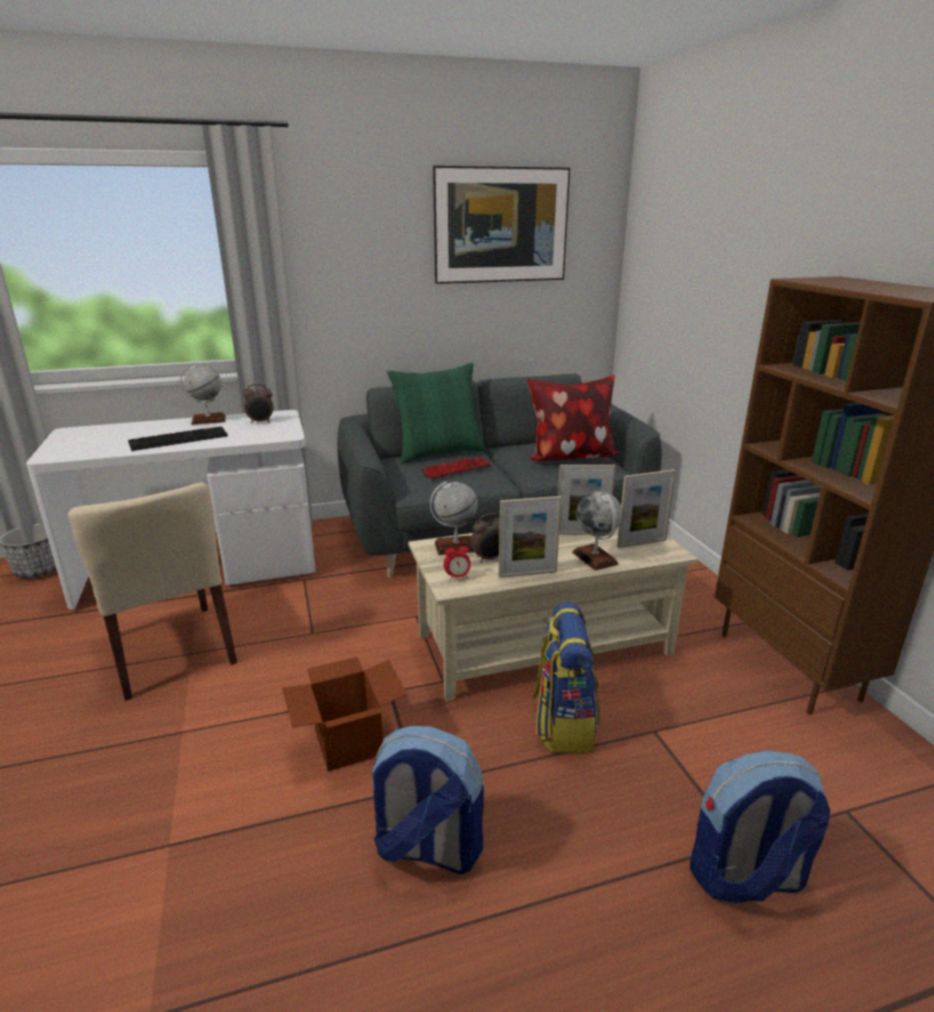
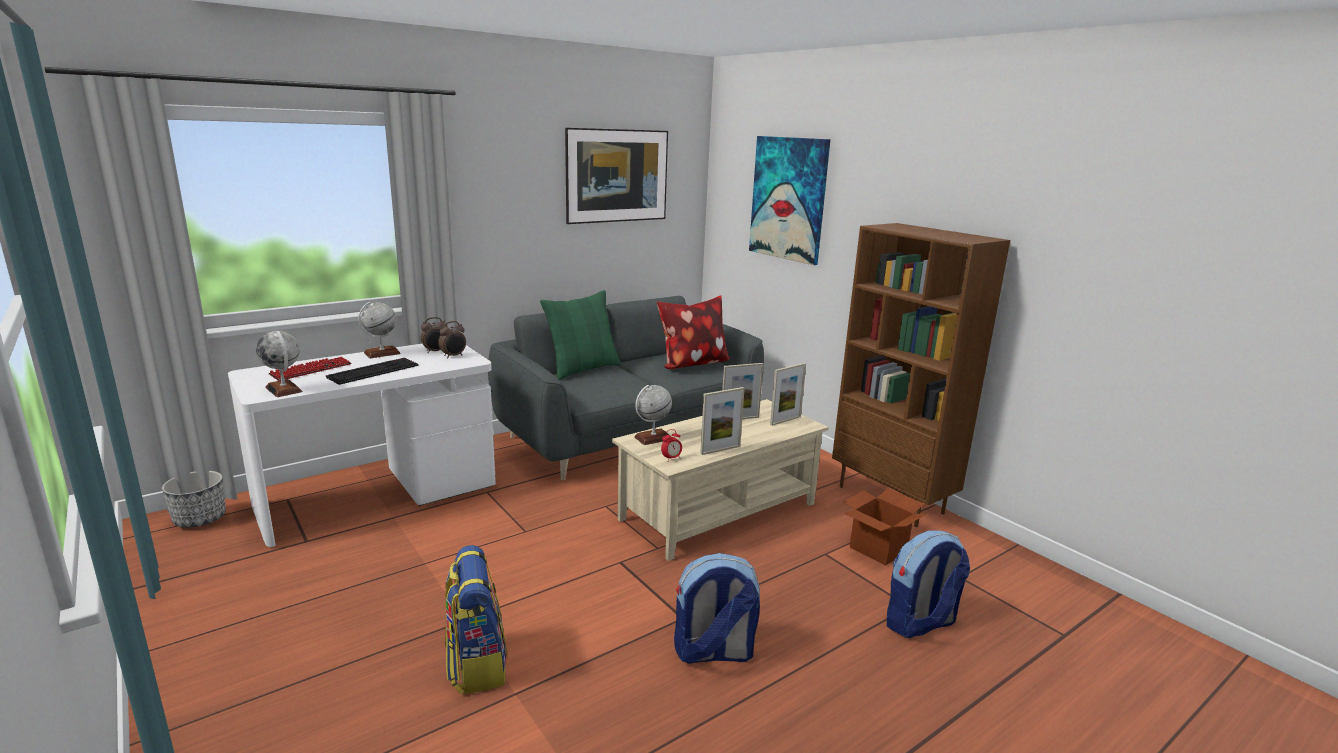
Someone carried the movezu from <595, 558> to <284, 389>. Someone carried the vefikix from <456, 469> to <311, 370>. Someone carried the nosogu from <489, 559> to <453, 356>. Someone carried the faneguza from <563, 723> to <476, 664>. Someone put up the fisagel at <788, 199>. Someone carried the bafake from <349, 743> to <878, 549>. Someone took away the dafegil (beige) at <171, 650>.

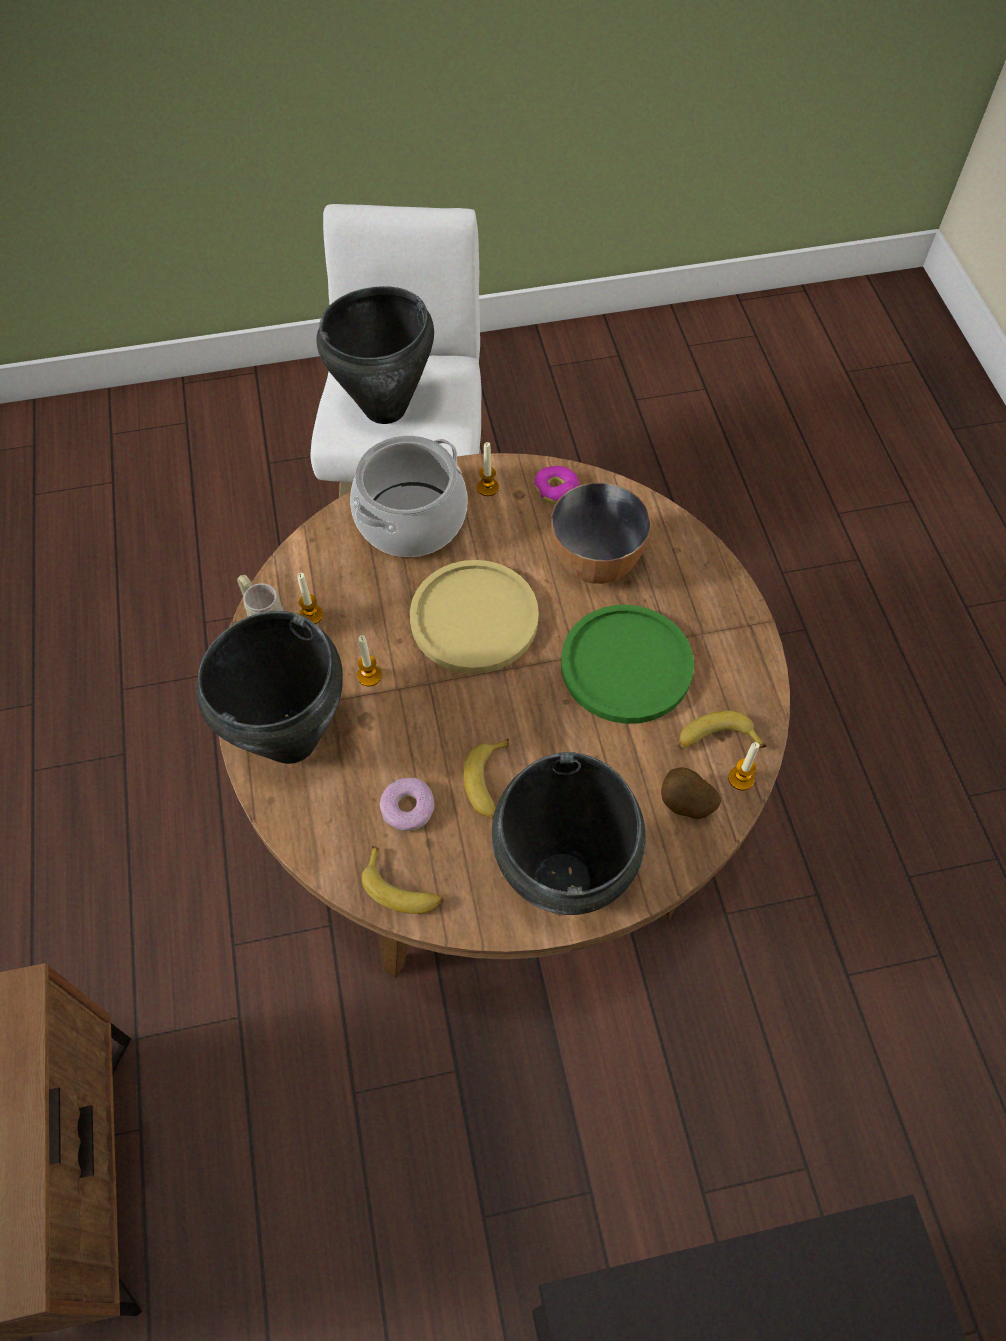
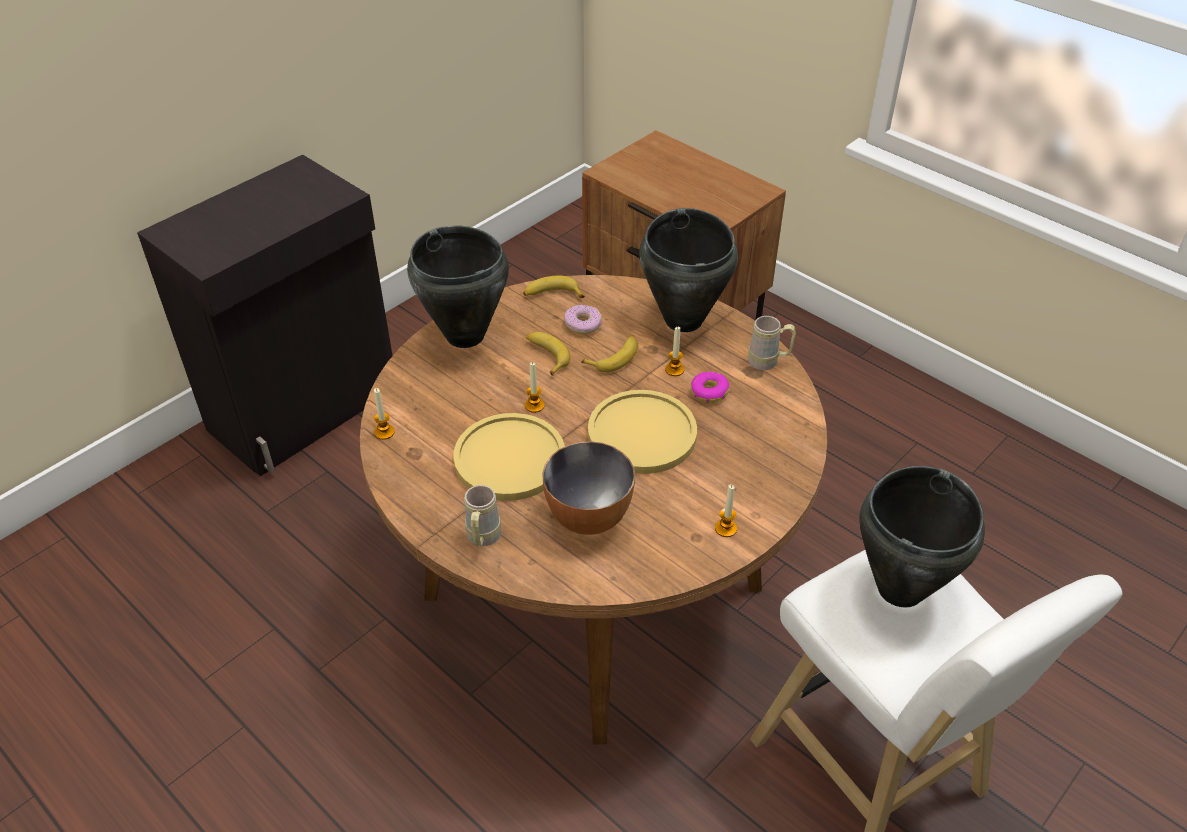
Someone repainted the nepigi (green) at <626, 665>, which became the nepigi (yellow) at <509, 458>. Someone put down the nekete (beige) at <482, 540>. Someone carried the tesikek from <311, 615> to <534, 405>. Someone carried the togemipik from <716, 740> to <614, 357>. Someone carried the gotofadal from <556, 489> to <709, 392>. Someone took away the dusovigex at <411, 520>. Someone took away the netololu at <685, 805>.

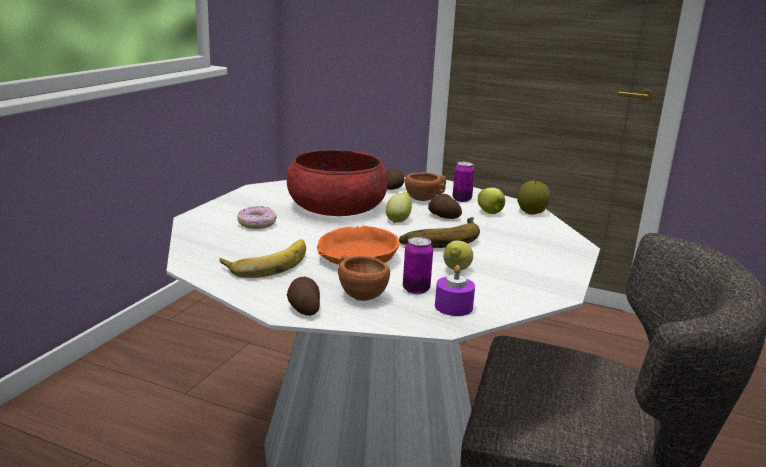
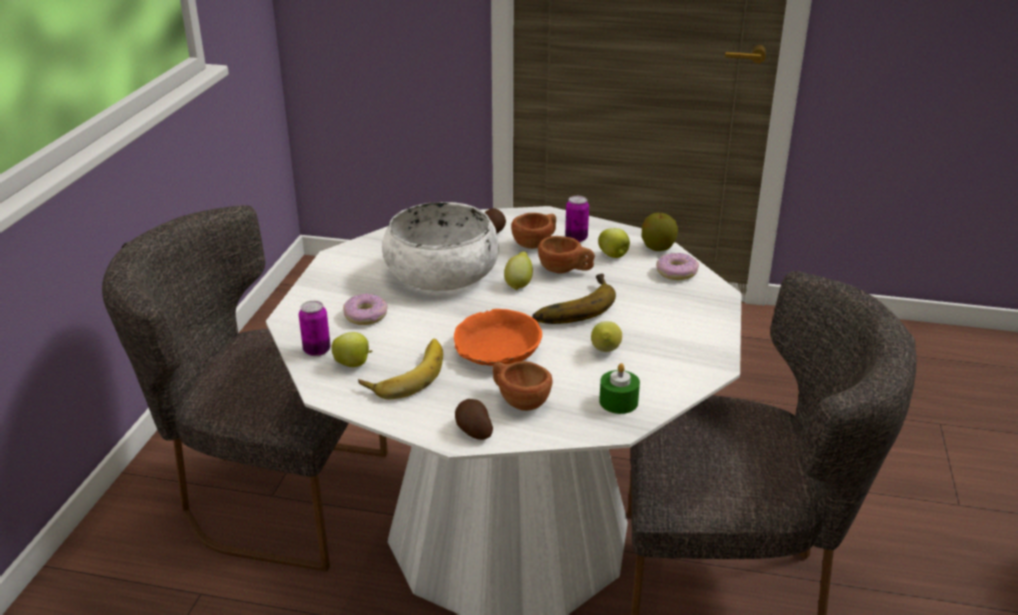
Someone put down the dafegil (grey) at <271, 495>. Someone carried the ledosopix from <416, 289> to <317, 350>. Someone put down the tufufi at <354, 364>. Someone repainted the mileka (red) at <336, 206>, which became the mileka (white) at <441, 273>. Someone swapped the netololu at <443, 217> for the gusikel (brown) at <565, 270>. Someone repainted the tesikek (purple) at <453, 307>, which became the tesikek (green) at <618, 402>. Someone put down the gotofadal at <676, 272>.

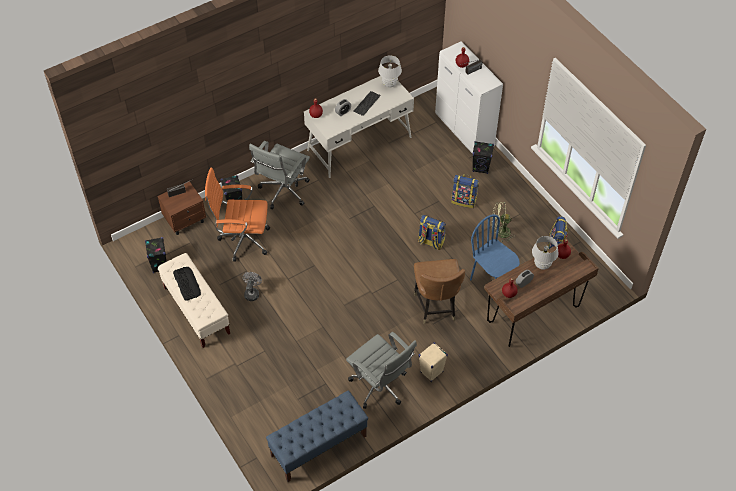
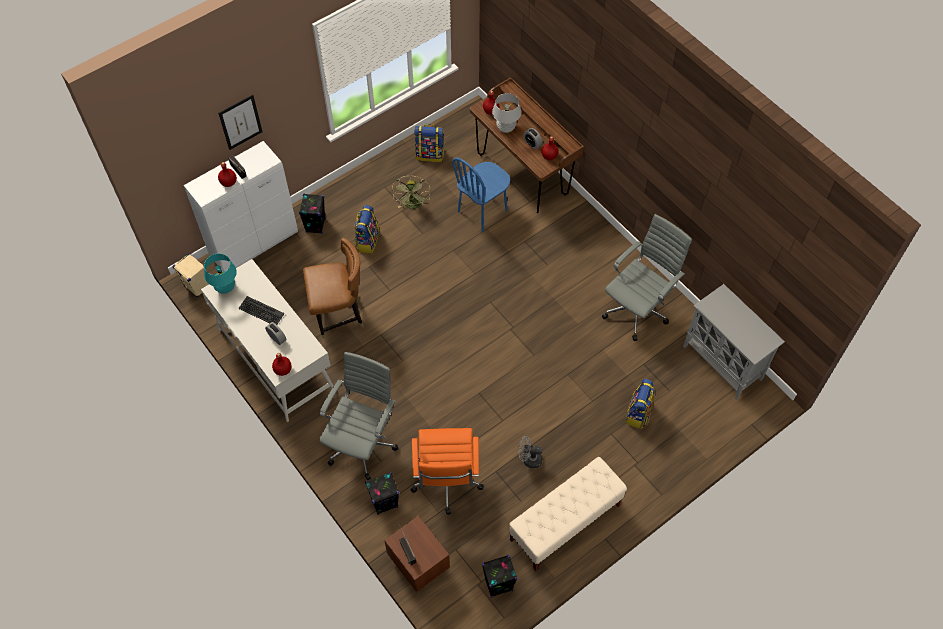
Someone carried the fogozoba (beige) from <431, 372> to <197, 287>. Someone repainted the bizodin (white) at <389, 84>, which became the bizodin (turquoise) at <225, 287>. Someone put up the fisagel at <240, 122>. Someone carried the dafegil (brown) from <436, 306> to <339, 315>. Someone rotated the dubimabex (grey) at <283, 192> by 90 degrees counterclockwise. Someone carried the faneguza from <430, 242> to <638, 414>. Someone swapped the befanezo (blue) at <318, 446> for the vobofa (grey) at <723, 363>. Someone took away the vefikix at <187, 283>.

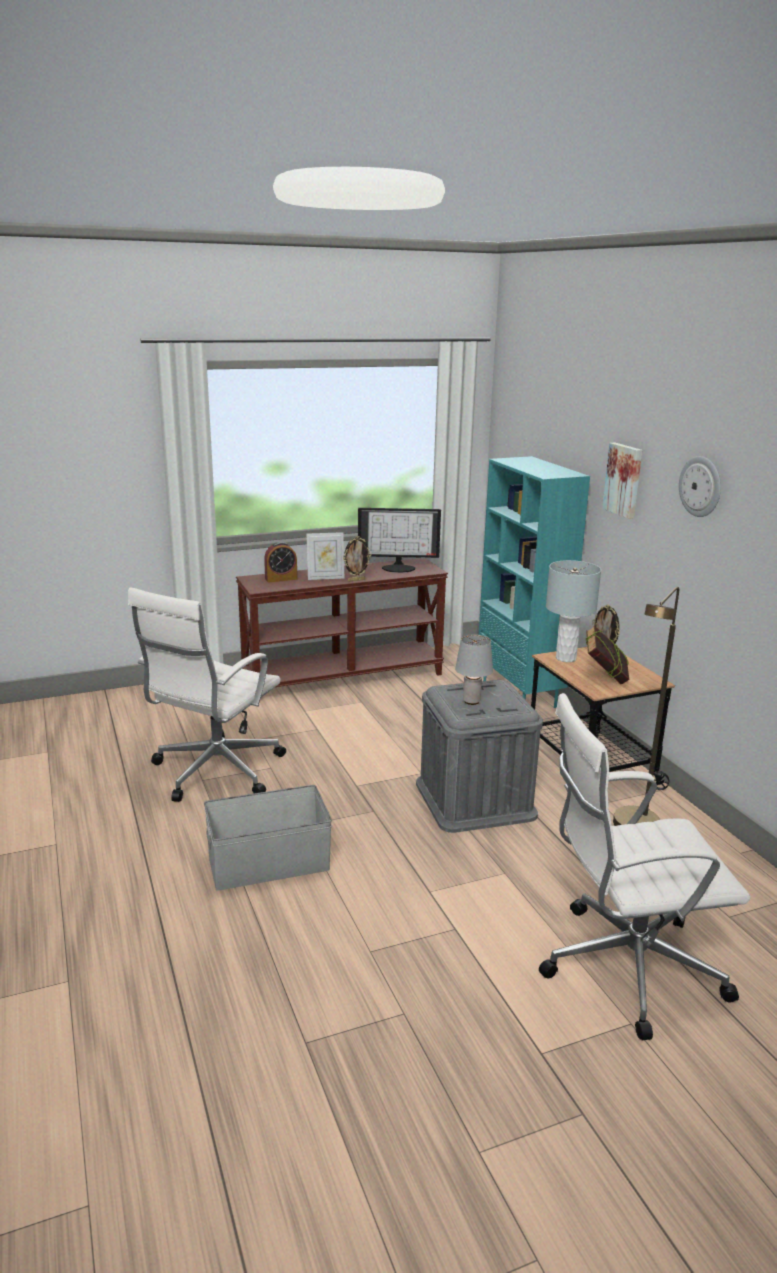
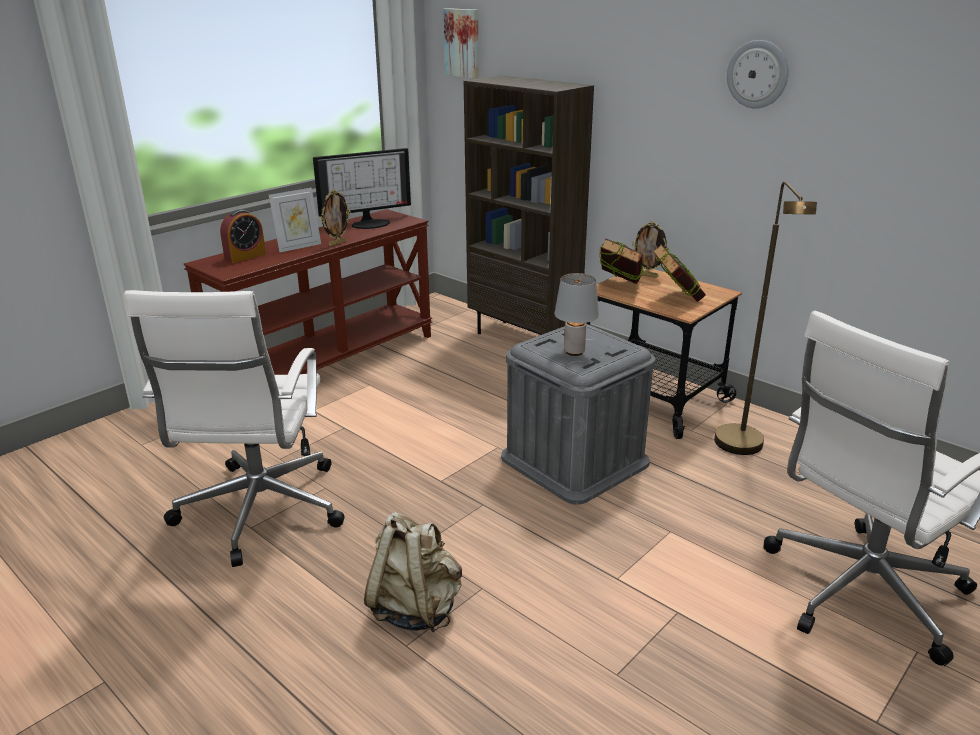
Someone swapped the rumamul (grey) at <268, 864> for the faneguza (beige) at <416, 608>. Someone carried the fisagel from <624, 480> to <463, 43>. Someone repainted the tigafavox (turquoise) at <520, 694>, which became the tigafavox (brown) at <524, 339>. Someone swapped the bizodin (grey) at <565, 658> for the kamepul at <619, 287>.

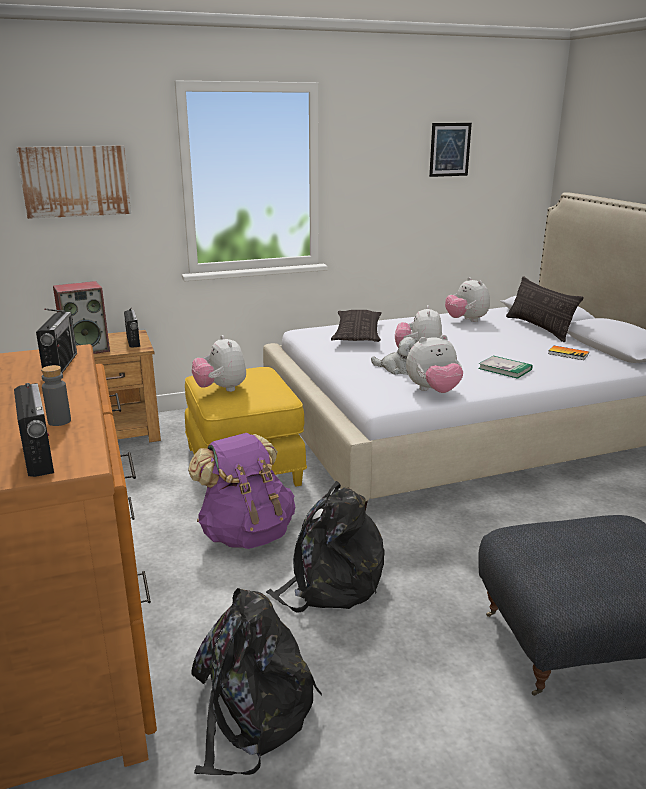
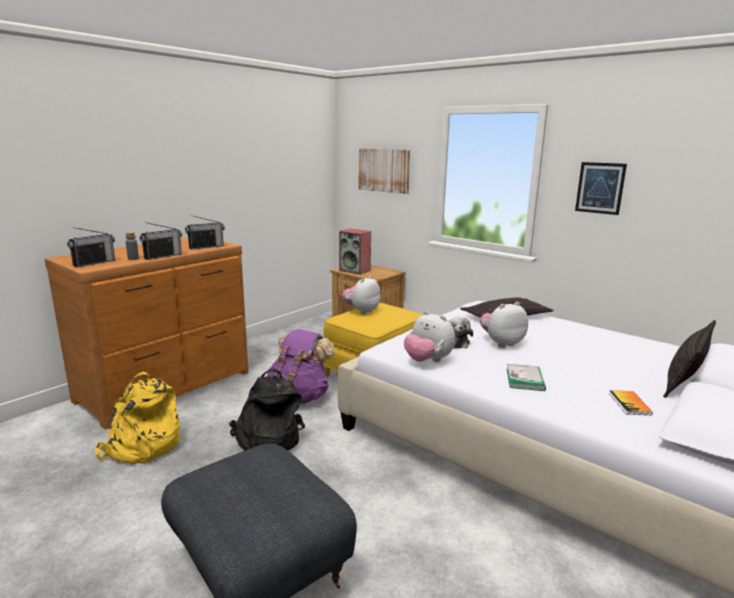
Someone repainted the faneguza (black) at <252, 713>, which became the faneguza (yellow) at <142, 446>. Someone carried the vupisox from <133, 341> to <163, 256>. Someone carried the fisagel from <450, 149> to <600, 188>. Someone took away the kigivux at <466, 320>.

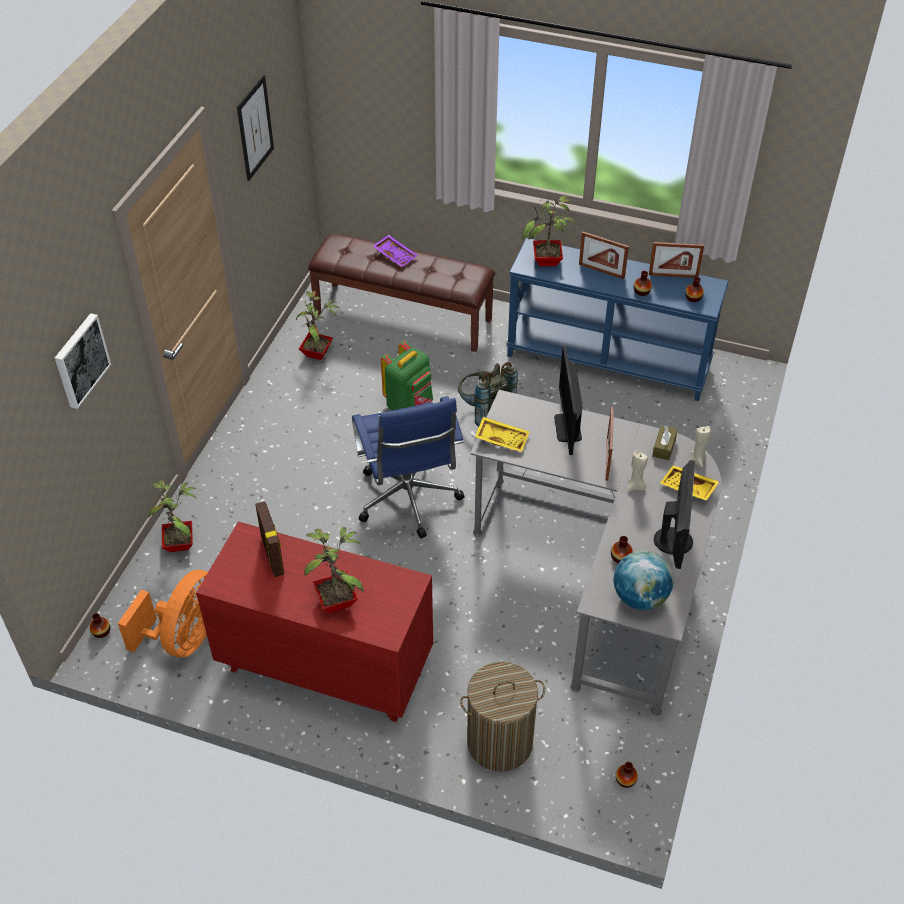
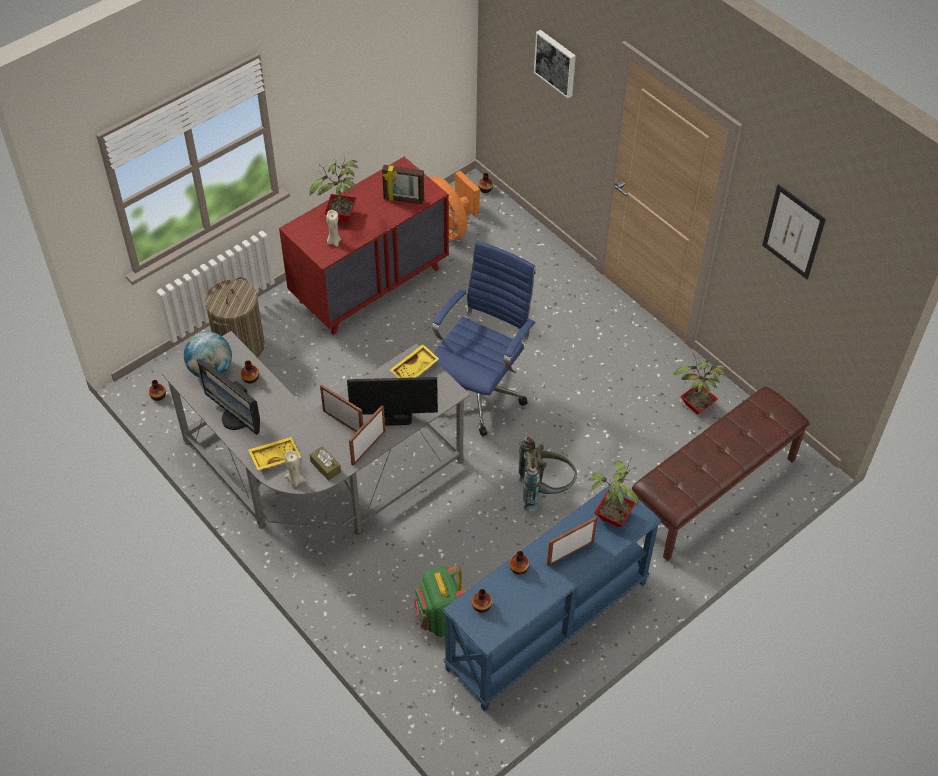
Someone carried the tesikek (beige) from <636, 486> to <334, 241>. Someone rotated the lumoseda at <568, 428> by 150 degrees clockwise. Someone carried the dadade from <673, 276> to <368, 447>. Someone carried the faneguza (green) from <409, 404> to <441, 619>. Someone rotated the dubimabex (blue) at <409, 502> by 105 degrees clockwise. Someone took away the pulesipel at <181, 544>. Someone took away the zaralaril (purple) at <396, 255>.

